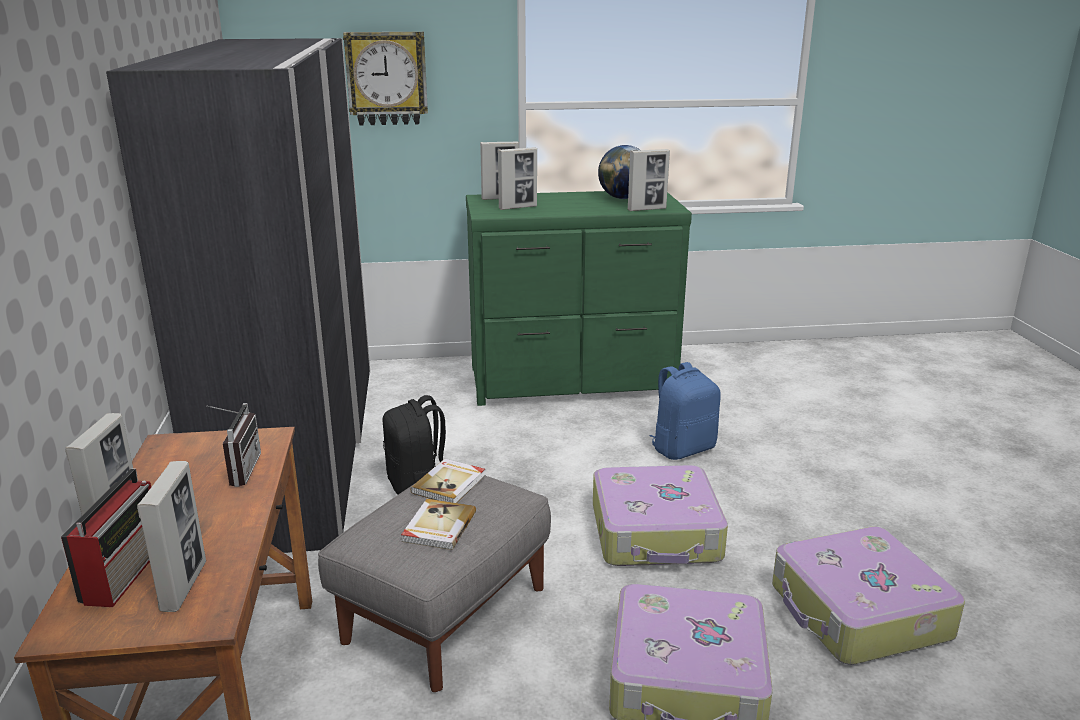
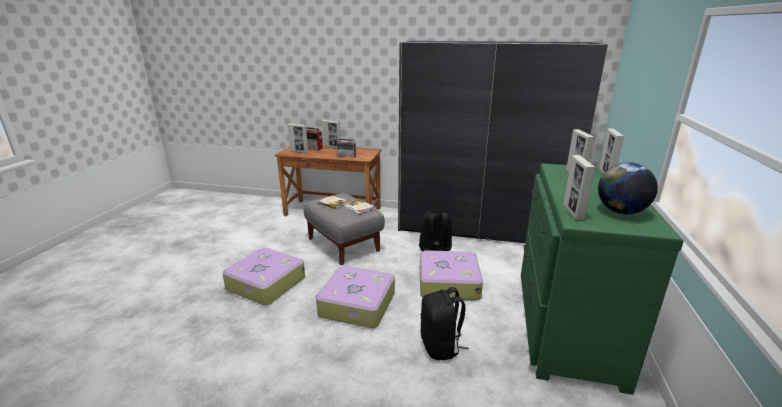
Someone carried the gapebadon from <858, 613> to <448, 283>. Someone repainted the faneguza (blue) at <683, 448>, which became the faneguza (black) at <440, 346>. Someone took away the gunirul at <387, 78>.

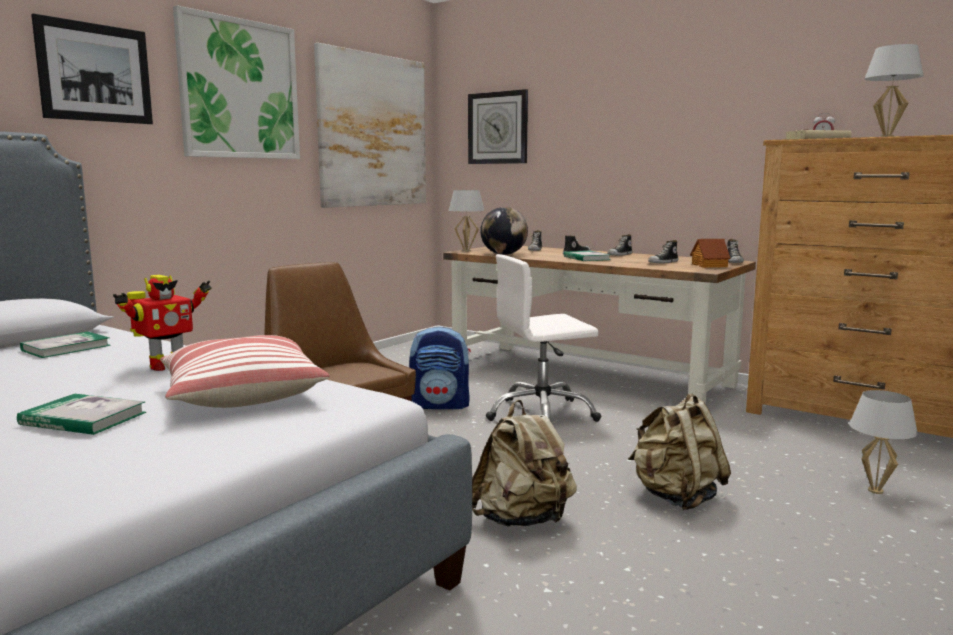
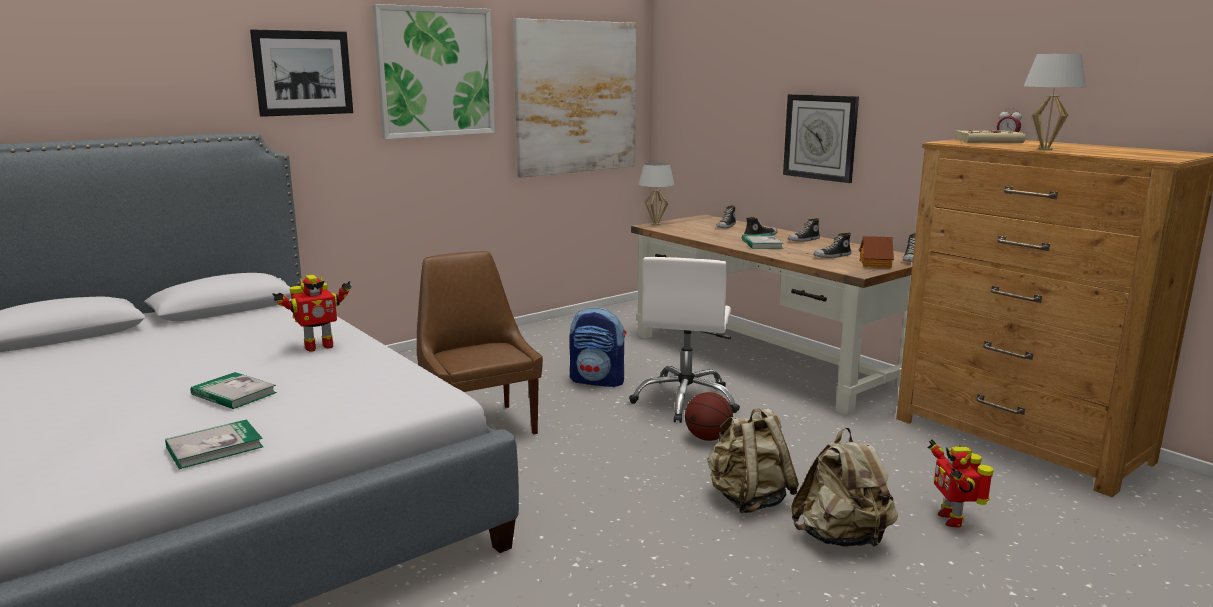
Someone carried the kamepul from <66, 348> to <215, 447>. Someone rotated the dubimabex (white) at <542, 414> by 75 degrees counterclockwise. Someone put down the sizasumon at <708, 438>. Someone carried the gunirul from <498, 128> to <820, 137>. Someone carried the faneguza (beige) from <522, 520> to <842, 538>. Someone swapped the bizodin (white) at <875, 491> for the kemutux at <952, 519>. Someone took away the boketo at <241, 395>. Someone took away the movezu at <504, 254>.

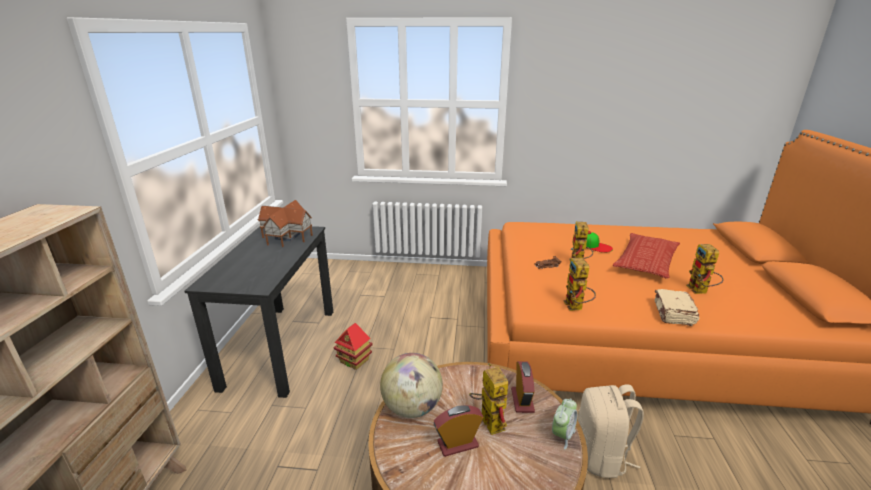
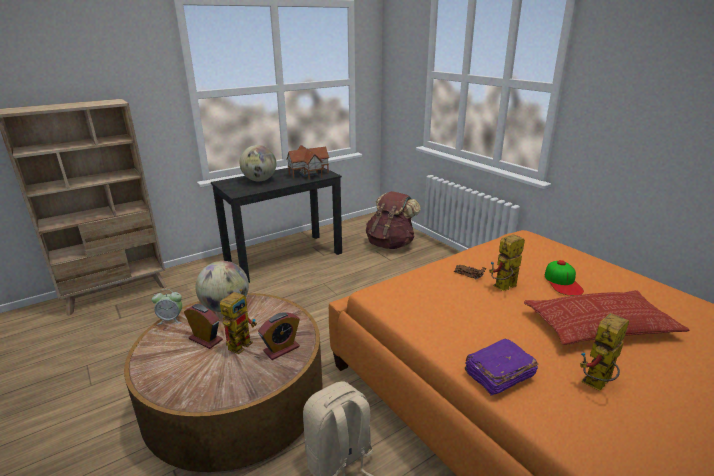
Someone carried the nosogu from <562, 435> to <171, 319>. Someone put down the movezu at <259, 180>. Someone put down the faneguza (brown) at <390, 244>. Someone repainted the kamepul (beige) at <673, 314>, which became the kamepul (purple) at <498, 375>. Someone took away the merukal at <354, 361>. Someone took away the kemutux at <576, 308>.

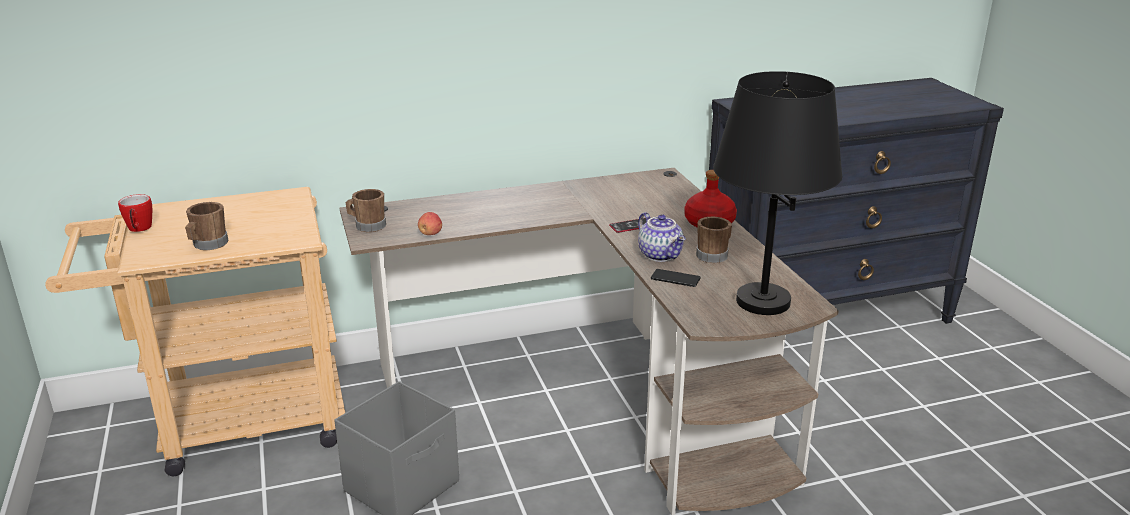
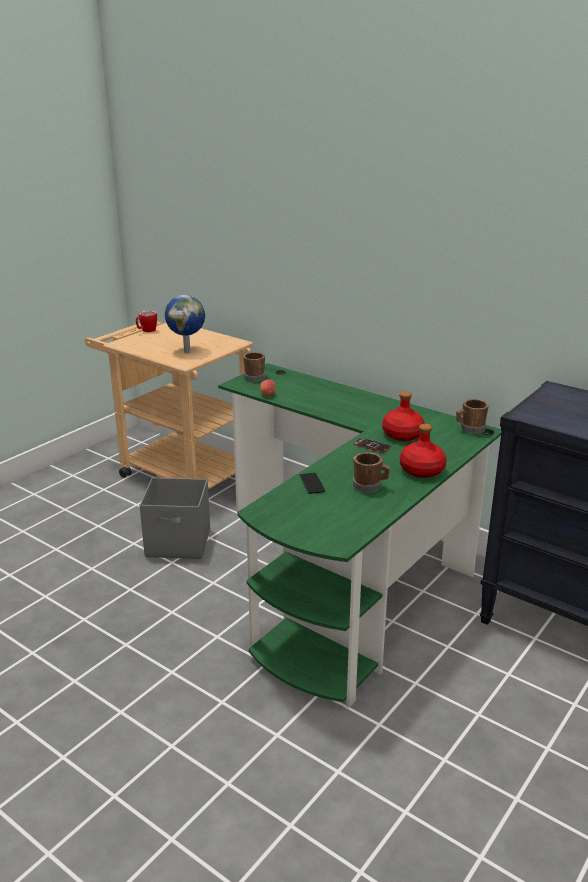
Someone put down the movezu at <187, 351>. Someone repainted the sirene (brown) at <600, 394>, which became the sirene (green) at <348, 573>. Someone put down the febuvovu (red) at <403, 435>. Someone carried the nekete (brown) from <208, 245> to <470, 429>. Someone took away the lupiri at <661, 255>. Someone took away the bizodin (black) at <762, 301>.

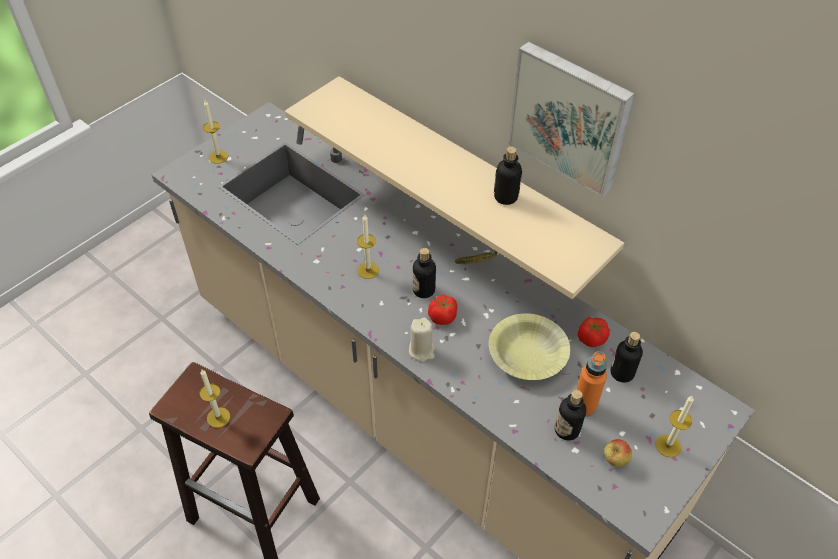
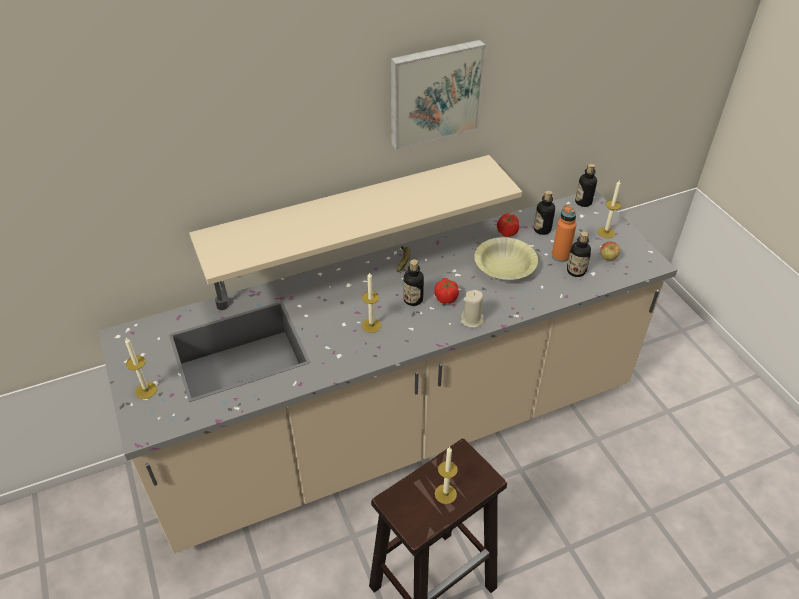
Someone carried the febuvovu from <505, 197> to <583, 202>.

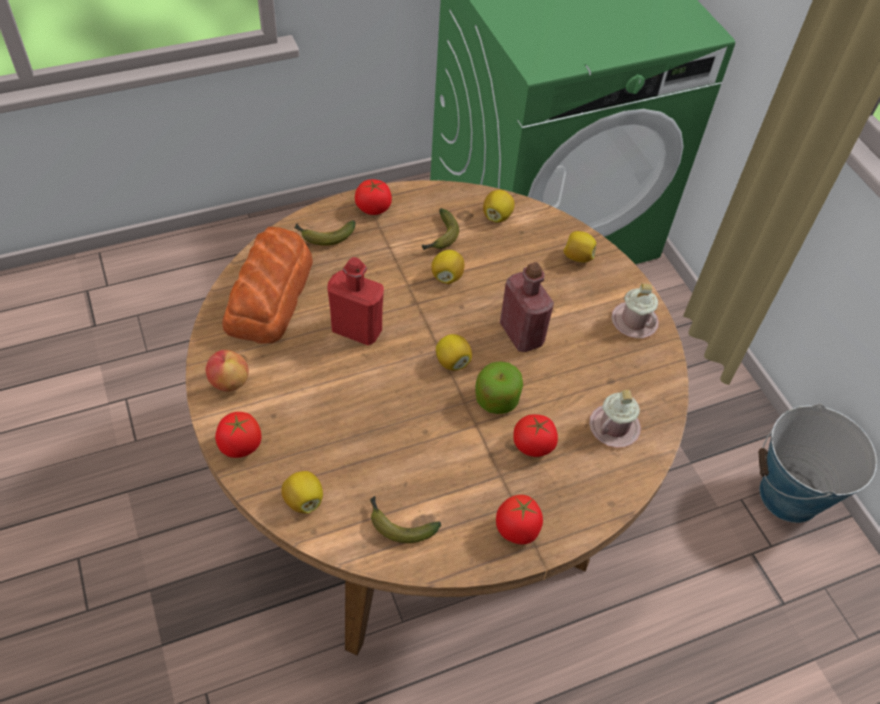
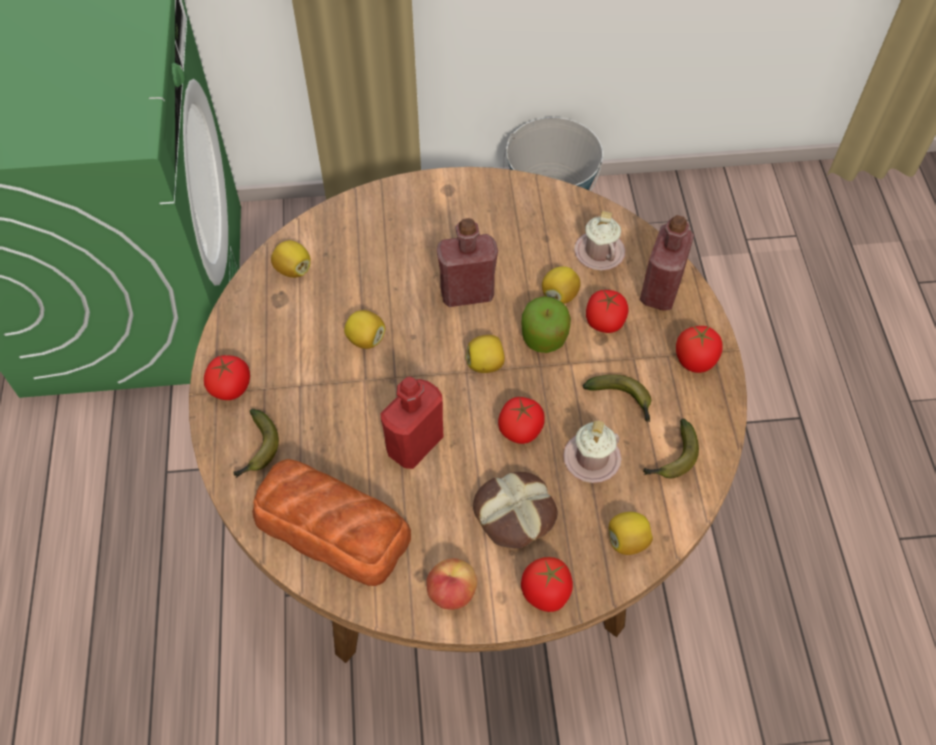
Someone put down the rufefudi at <515, 515>. Someone put down the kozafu at <520, 429>. Someone carried the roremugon from <577, 257> to <559, 295>. Someone carried the nekete (pink) from <634, 321> to <591, 458>. Someone carried the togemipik from <440, 237> to <622, 400>. Someone put down the febuvovu (red) at <660, 290>.

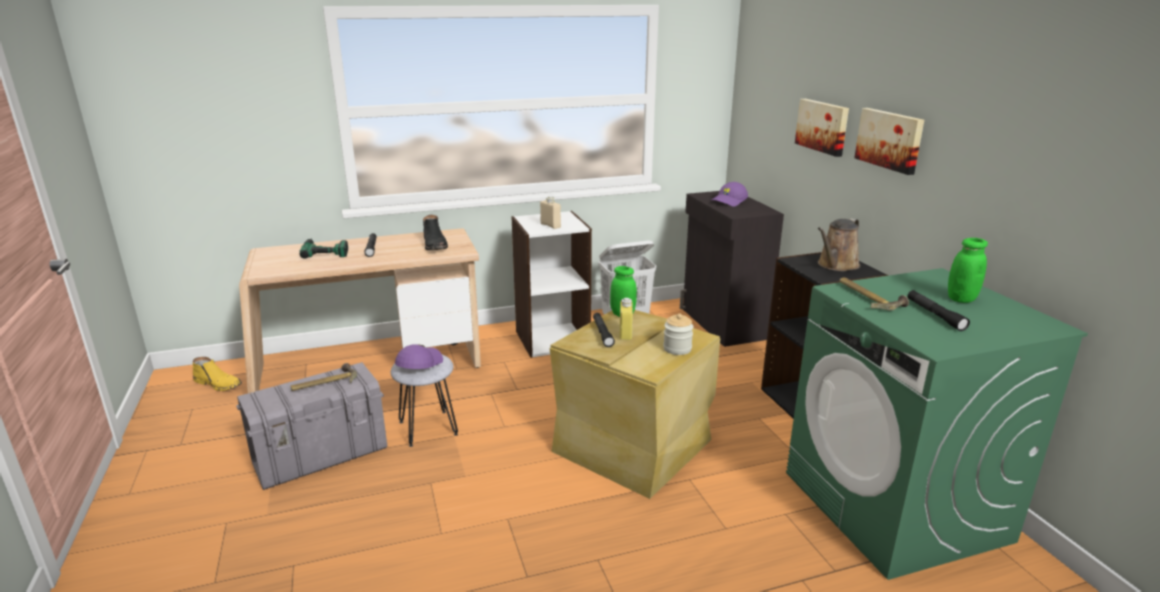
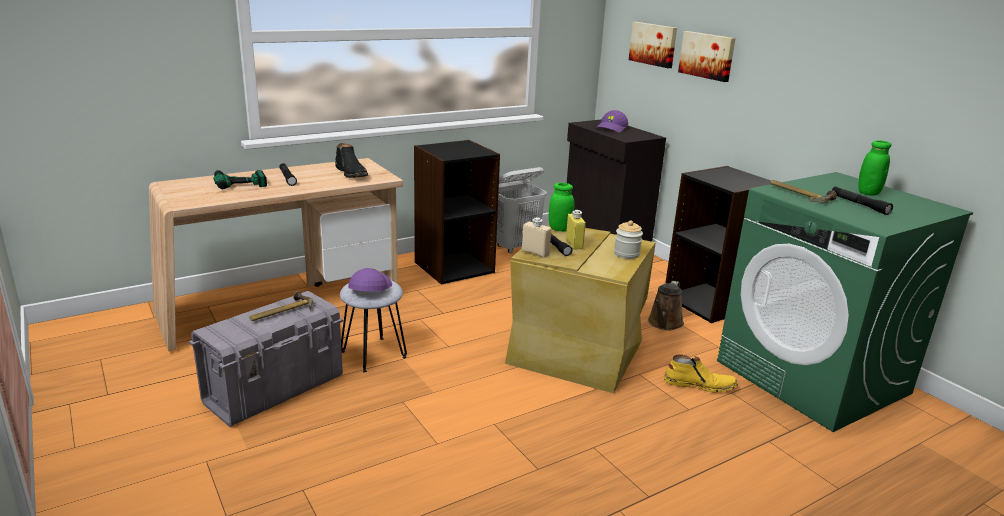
Someone repainted the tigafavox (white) at <552, 339>, which became the tigafavox (black) at <454, 267>. Someone carried the febuvovu (beige) from <550, 225> to <535, 253>. Someone carried the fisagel from <890, 140> to <653, 44>. Someone carried the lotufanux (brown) from <836, 265> to <664, 323>. Someone carried the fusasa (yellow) from <219, 384> to <699, 384>.

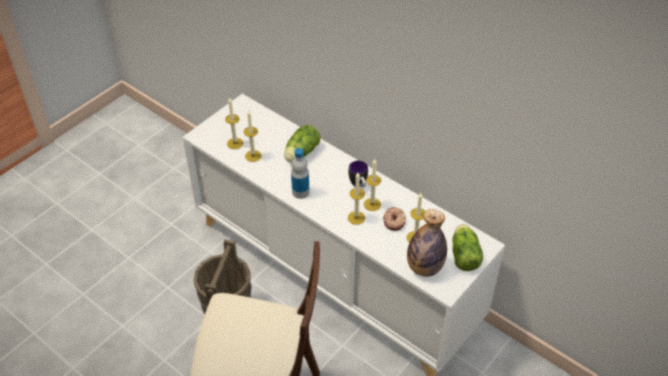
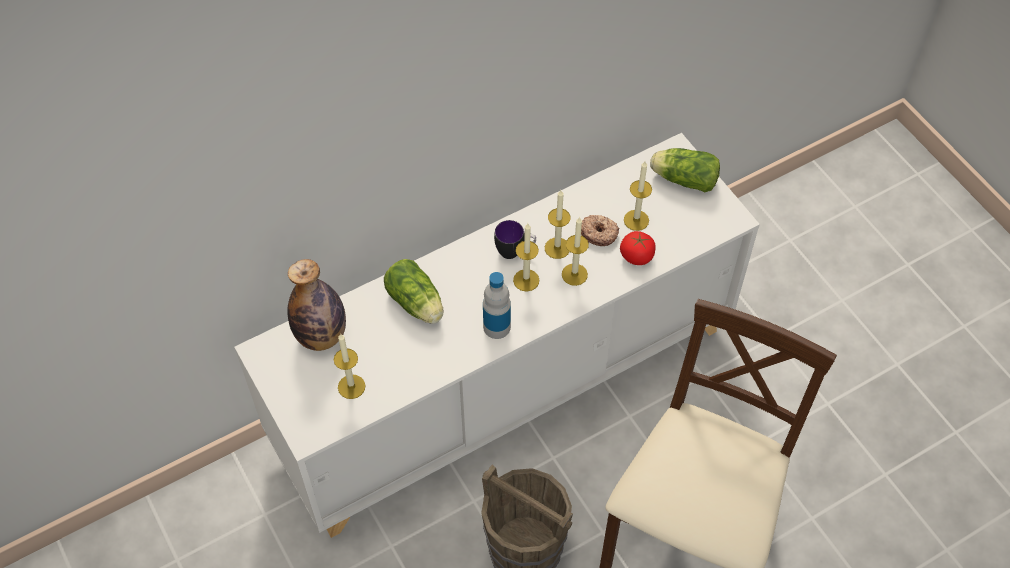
Someone carried the febuvovu from <424, 268> to <321, 335>. Someone carried the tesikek from <253, 156> to <526, 280>. Someone put down the kozafu at <636, 256>.

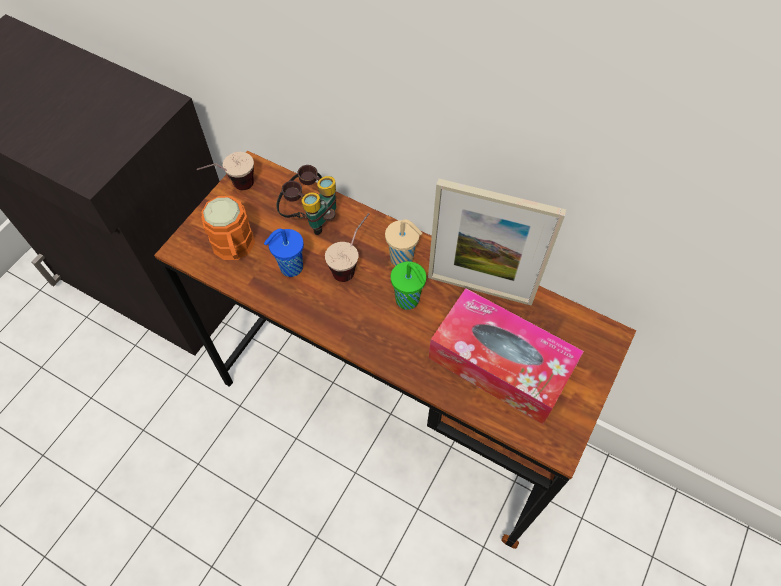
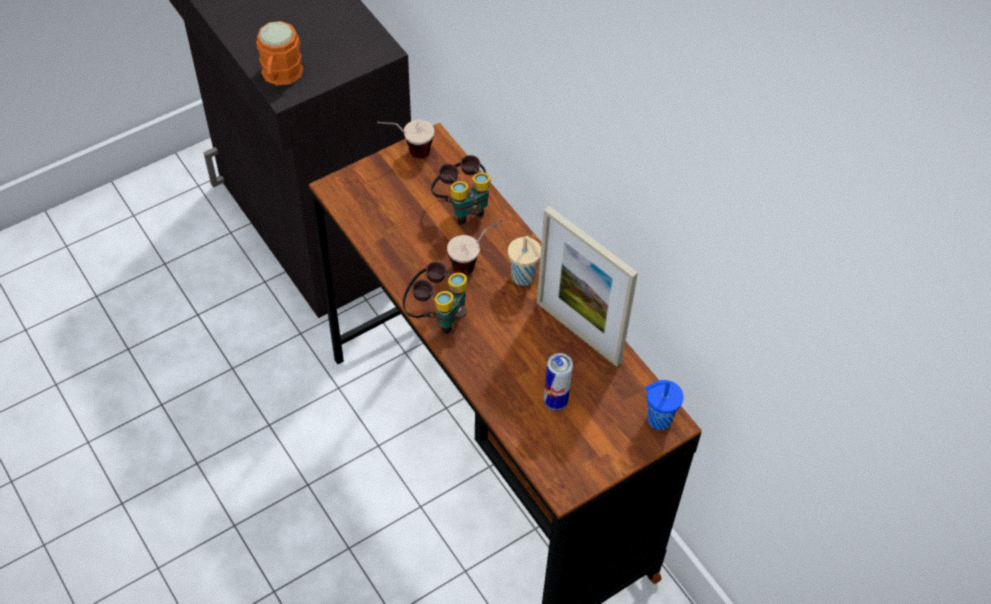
Someone carried the nekete (orange) from <235, 249> to <280, 76>. Someone put down the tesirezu at <437, 315>. Someone swapped the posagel at <500, 364> for the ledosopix at <555, 402>. Someone carried the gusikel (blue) from <290, 268> to <657, 419>. Someone took away the gusikel (green) at <408, 301>.

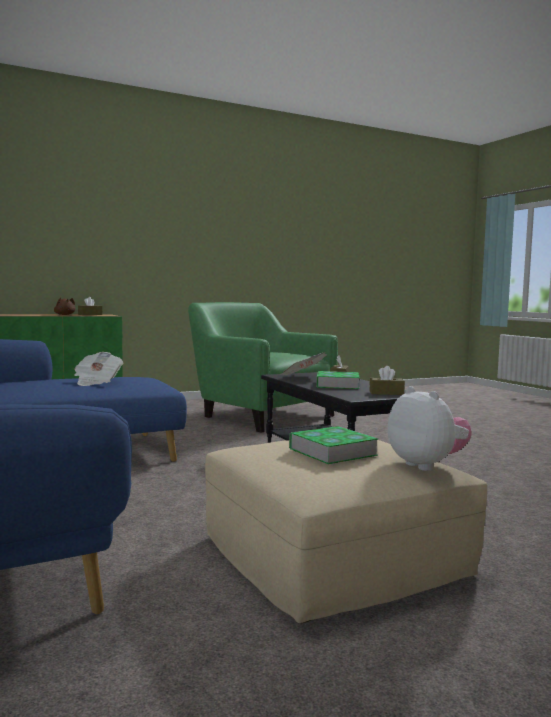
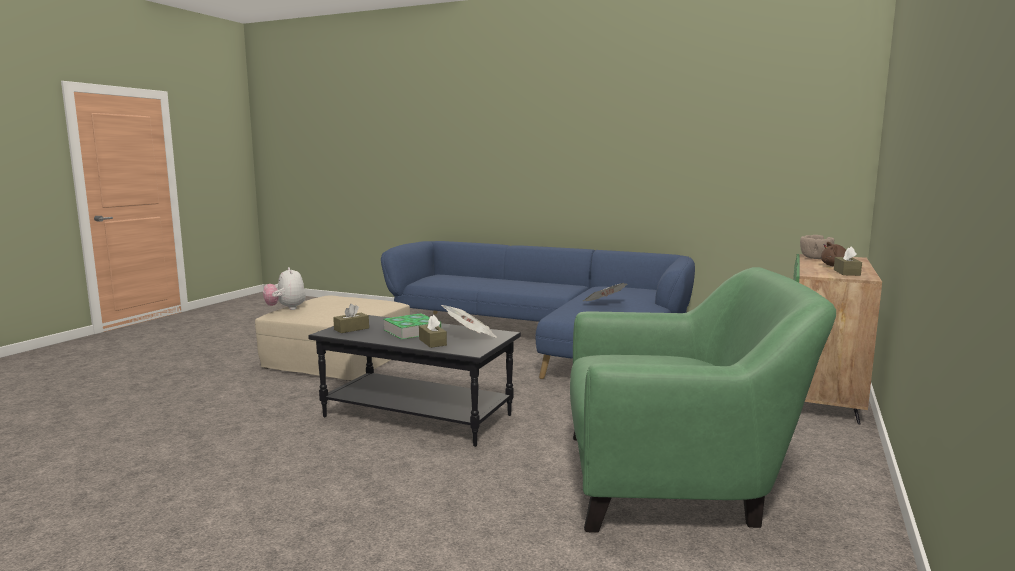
Someone rotated the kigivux at <427, 465> by 45 degrees clockwise. Someone put down the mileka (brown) at <815, 258>. Someone took away the kamepul at <332, 451>.

